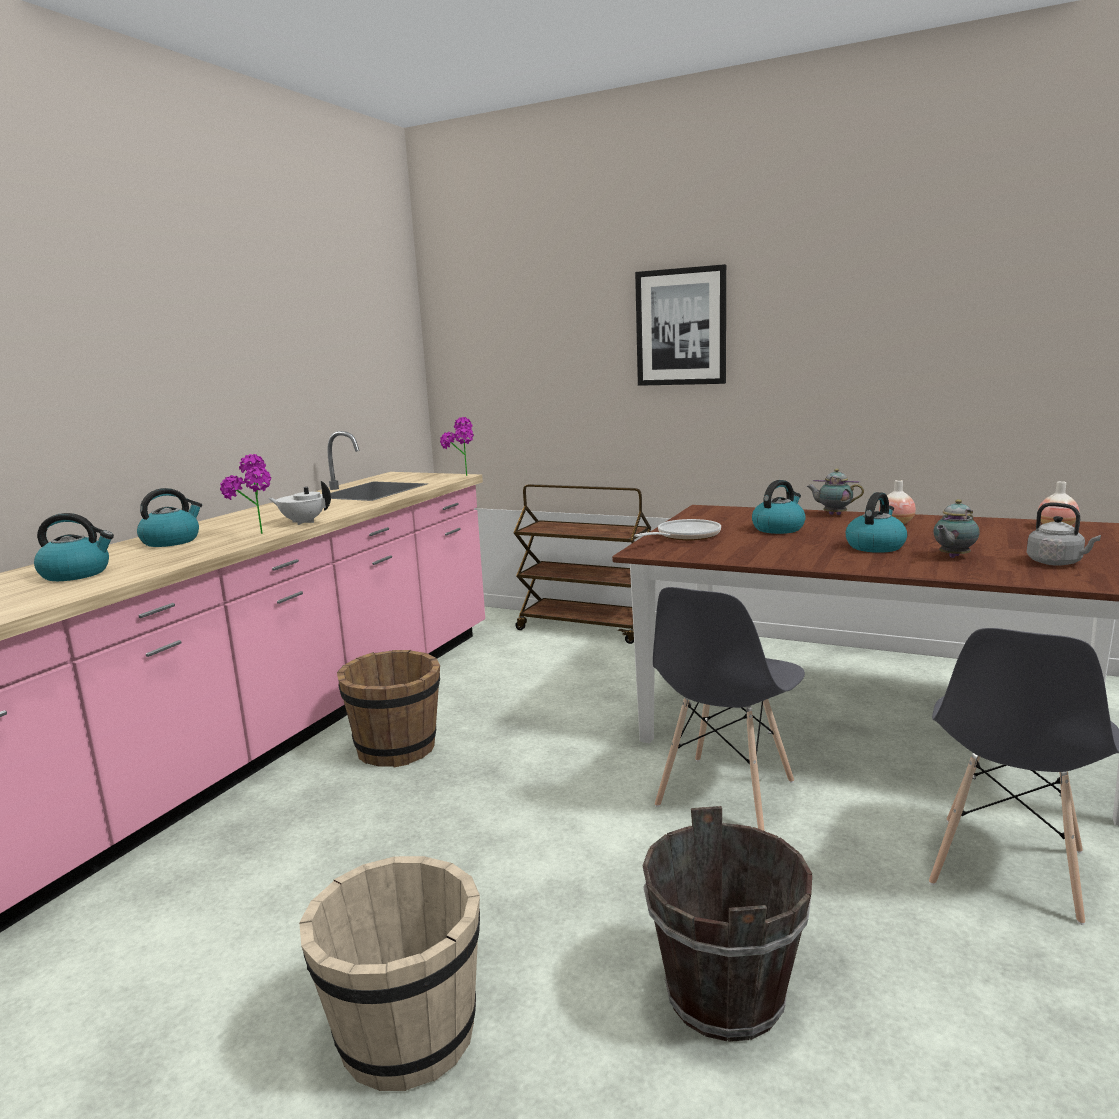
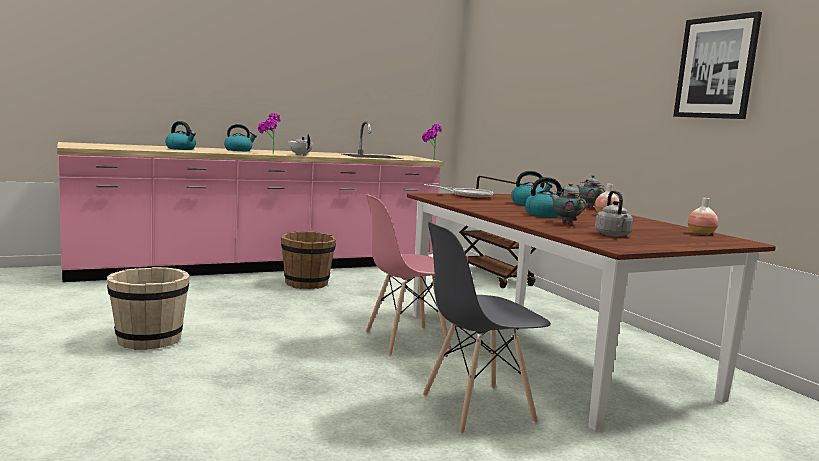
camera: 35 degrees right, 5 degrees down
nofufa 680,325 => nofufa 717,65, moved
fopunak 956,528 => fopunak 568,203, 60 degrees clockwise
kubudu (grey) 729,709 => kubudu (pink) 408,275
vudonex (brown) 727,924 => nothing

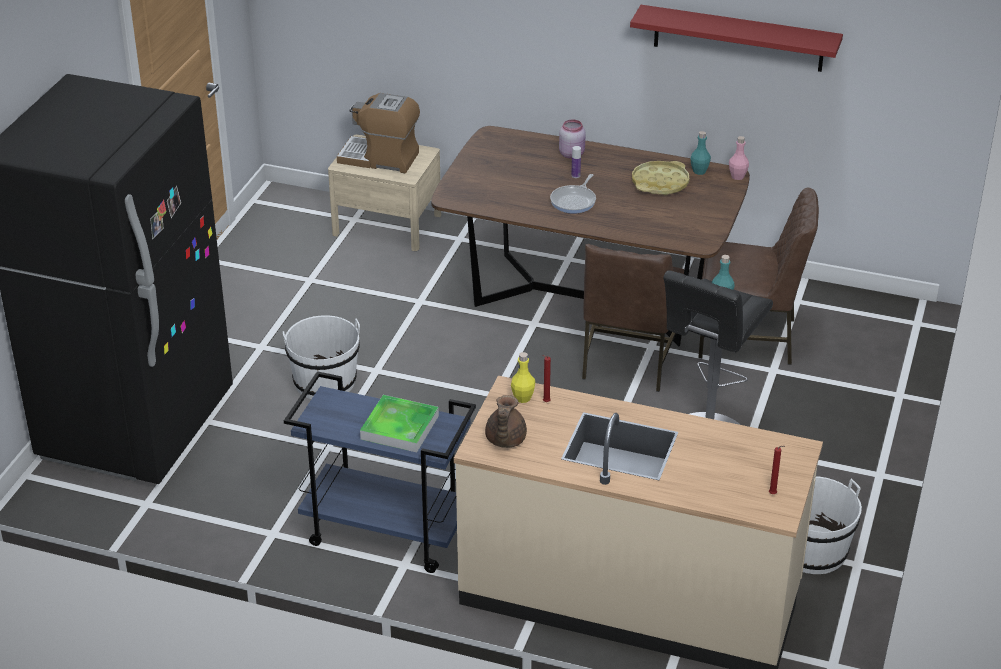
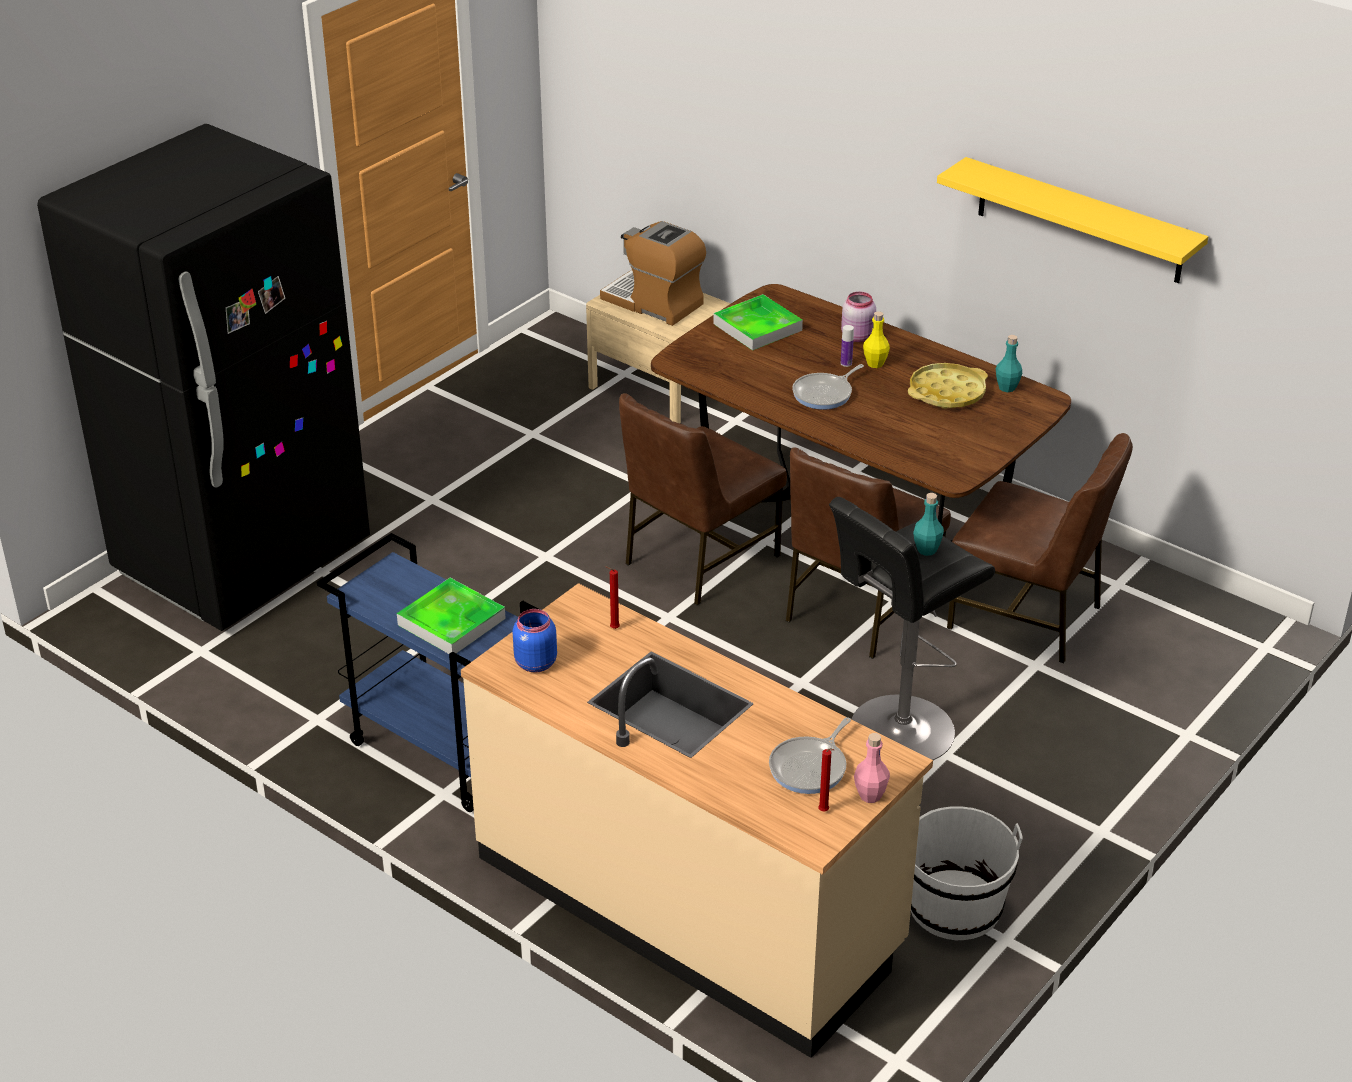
camera: 20 degrees right, 0 degrees up
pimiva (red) 736,38 => pimiva (yellow) 1072,220
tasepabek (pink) 739,158 => tasepabek (pink) 872,768, moved
vudonex (white) 321,357 => nothing
tasepabek (yellow) 523,377 => tasepabek (yellow) 876,339, moved
fopunak (brown) 506,421 => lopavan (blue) 535,641
nothing => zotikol 758,322
nothing => kubudu (brown) 703,499
nothing => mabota 810,755

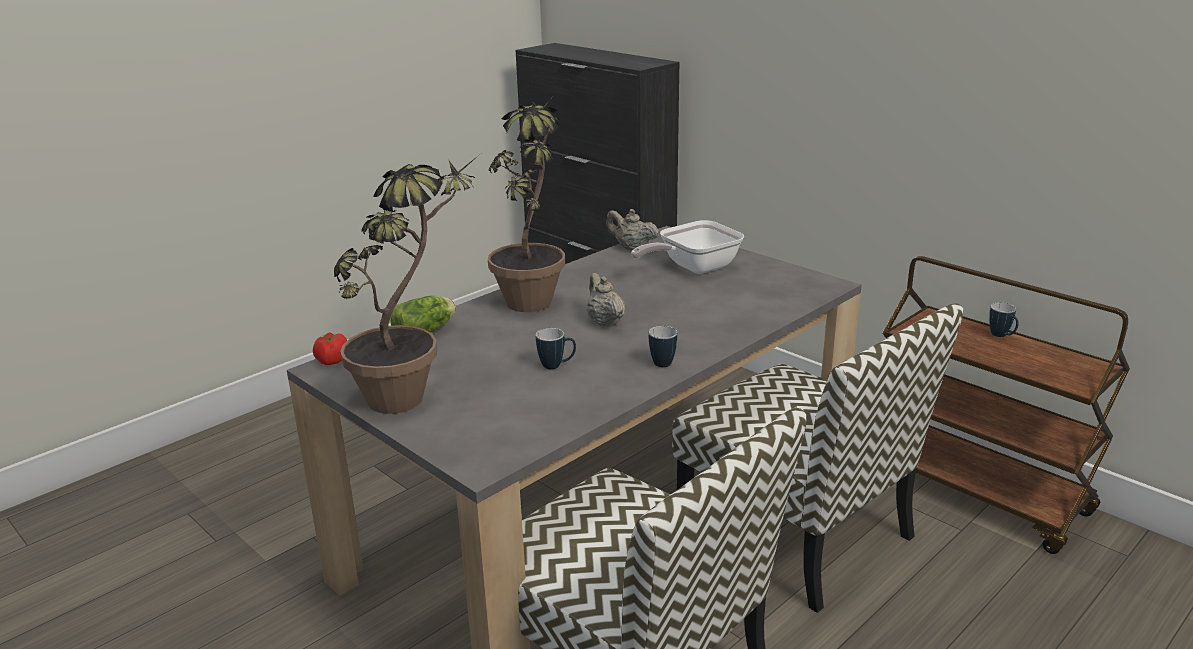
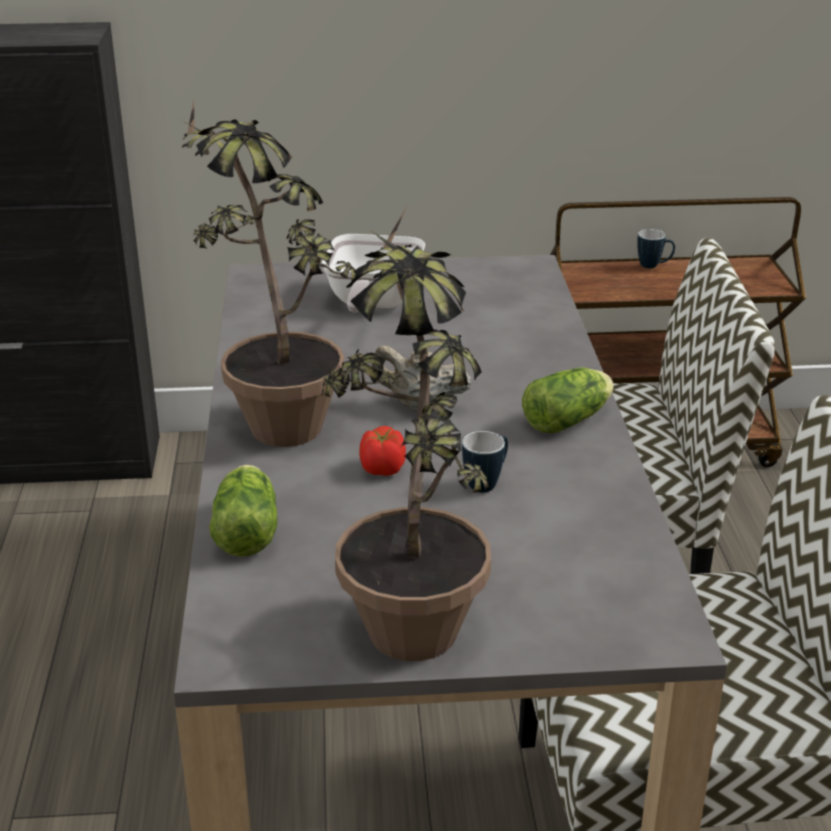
camera: 50 degrees left, 5 degrees up
fopunak (beige) 632,230 => nothing
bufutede 663,346 => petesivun 568,400
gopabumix 330,348 => gopabumix 382,451, moved

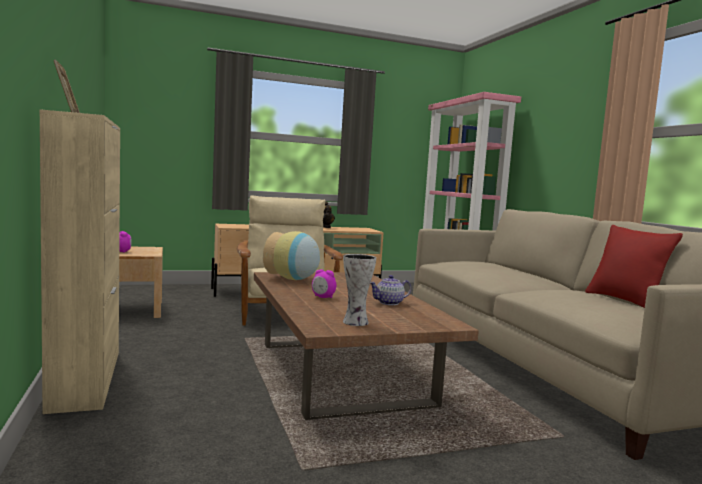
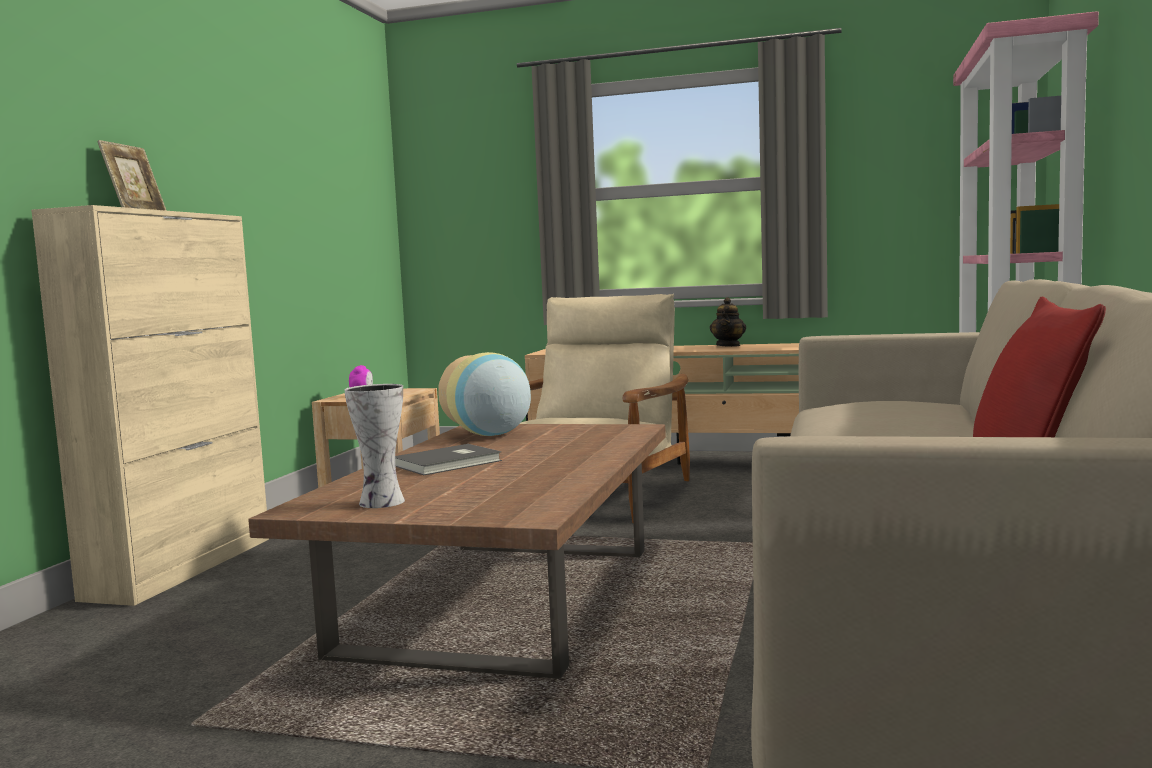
camera: 35 degrees right, 0 degrees up
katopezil 324,283 => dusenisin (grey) 448,459
fopunak 390,290 => nothing

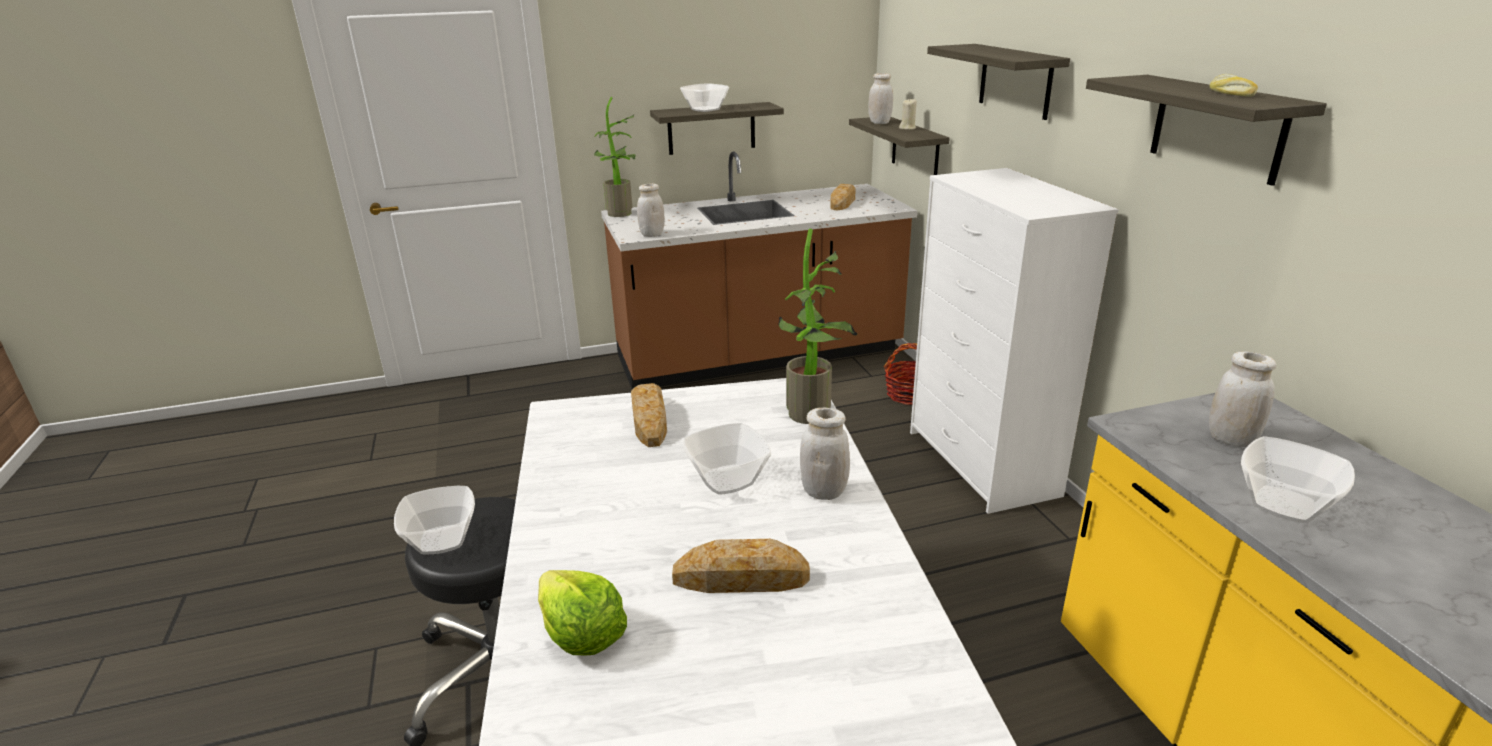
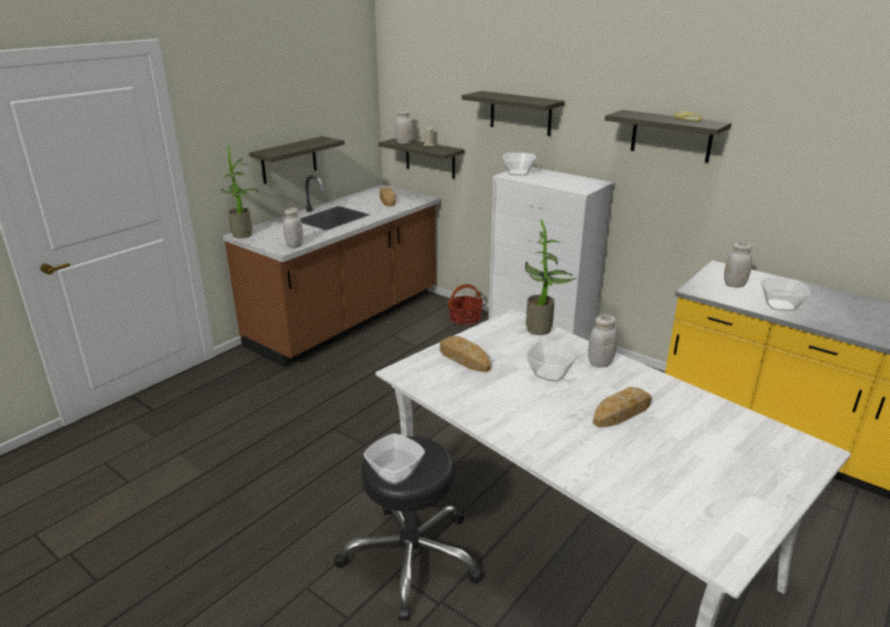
camera: 35 degrees left, 0 degrees up
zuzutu 704,97 => zuzutu 519,164, moved
petesivun 582,612 => nothing

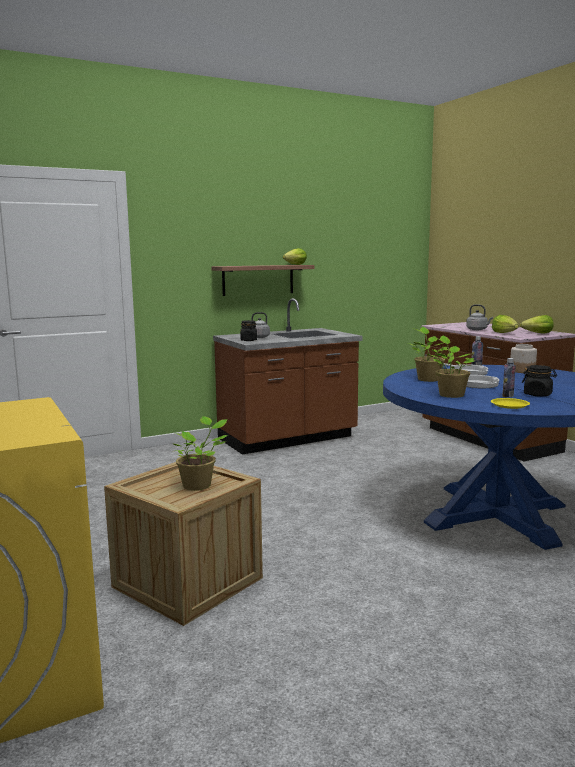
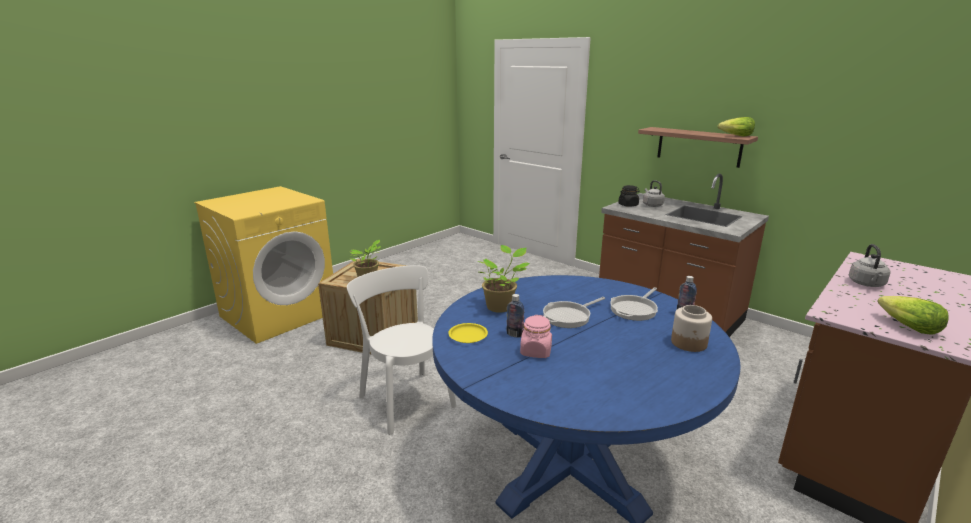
camera: 70 degrees right, 10 degrees up
petesivun 505,324 => nothing
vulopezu 428,354 => nothing
lopavan (black) 539,380 => lopavan (pink) 536,336
nothing => kubudu (white) 401,350

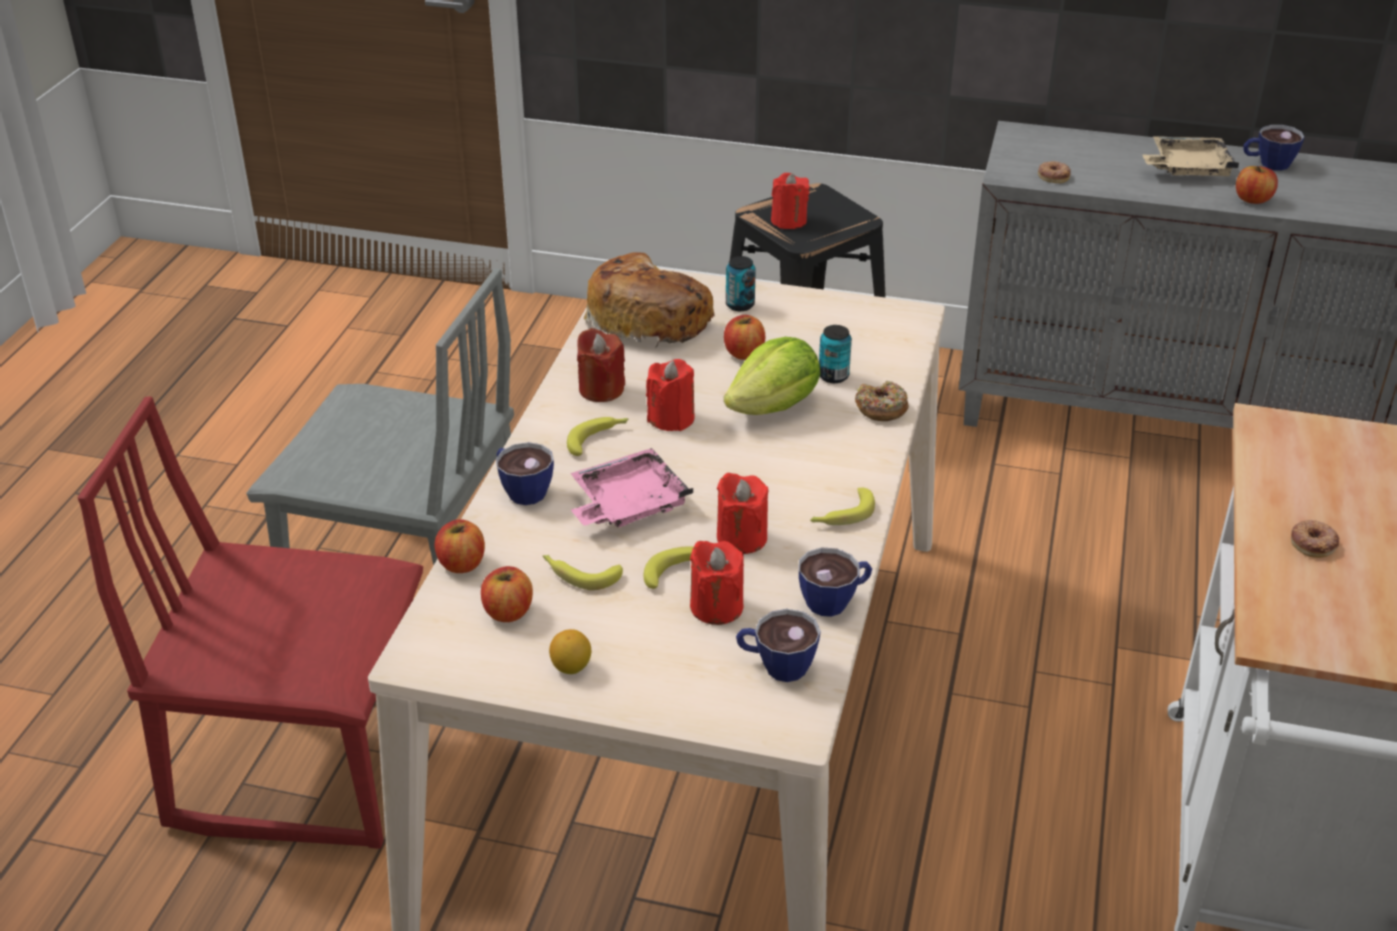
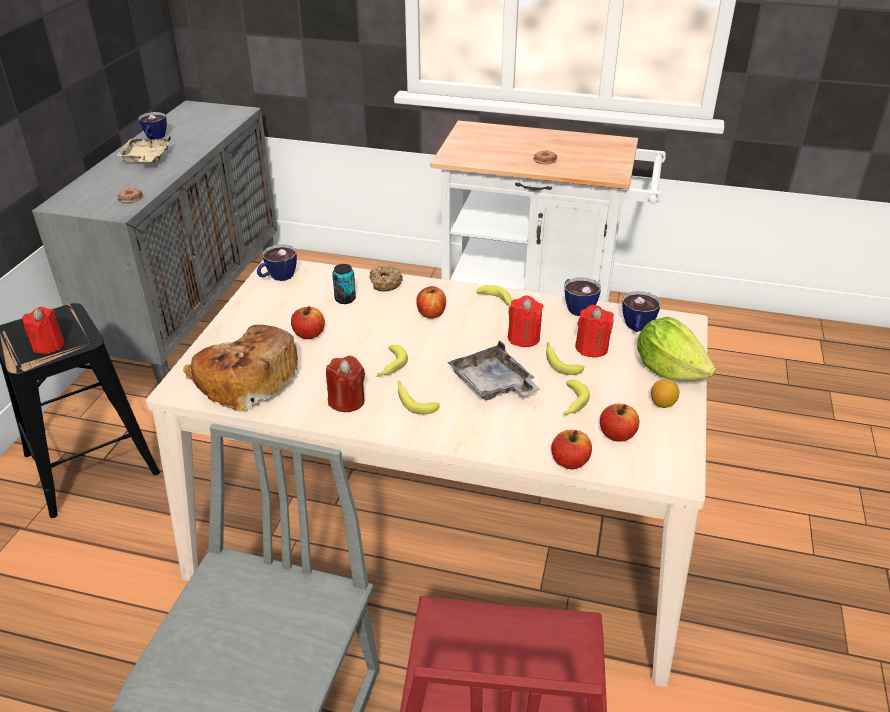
camera: 90 degrees left, 0 degrees up
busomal 1257,185 => busomal 431,302, moved
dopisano 741,283 => nothing
petesivun 772,376 => petesivun 676,349, moved
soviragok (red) 670,395 => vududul 392,361
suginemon 525,473 => suginemon 277,262, moved
zotikol (pink) 631,487 => zotikol (grey) 494,370

